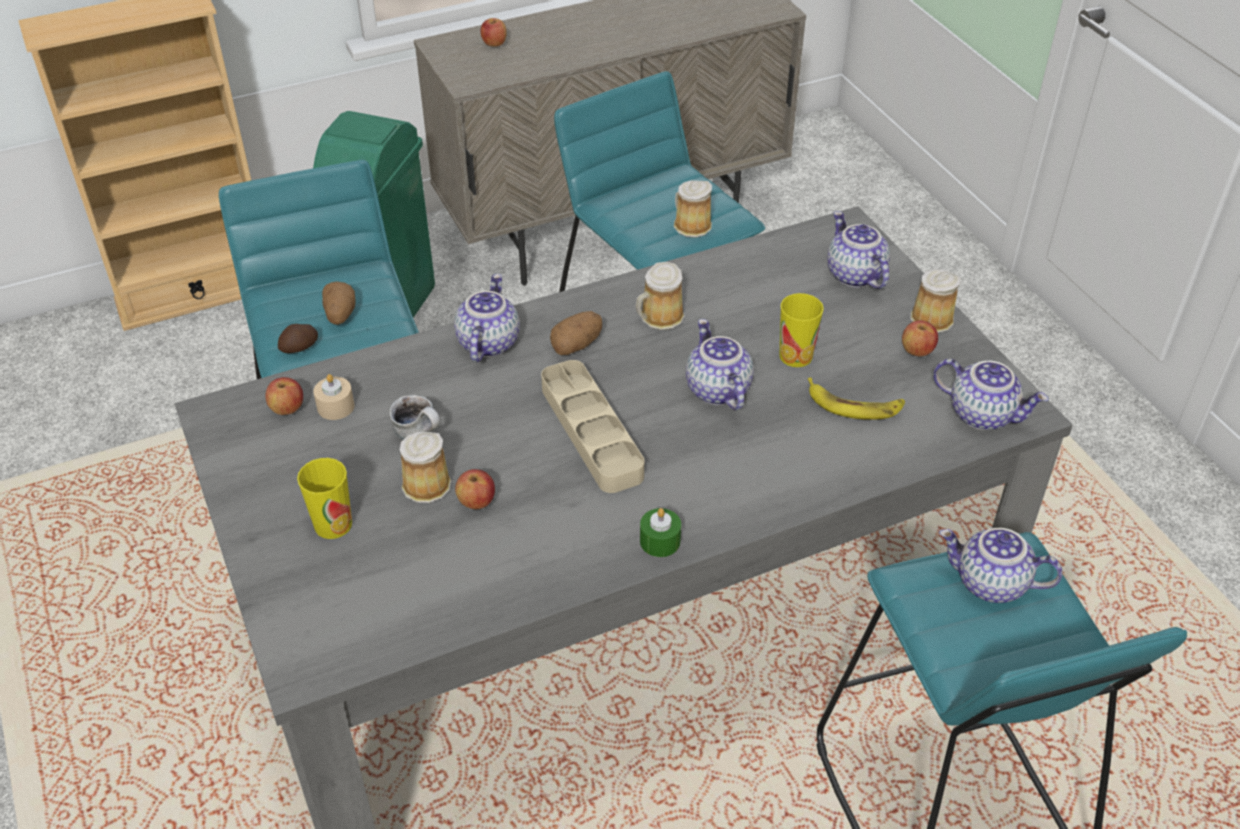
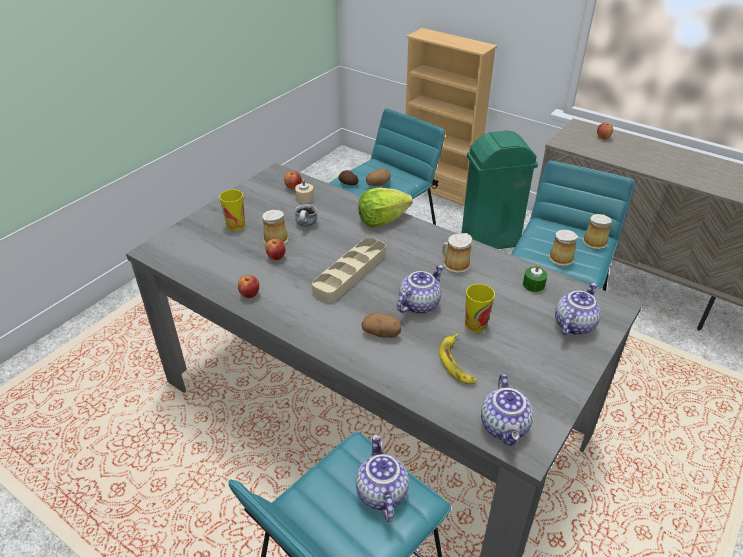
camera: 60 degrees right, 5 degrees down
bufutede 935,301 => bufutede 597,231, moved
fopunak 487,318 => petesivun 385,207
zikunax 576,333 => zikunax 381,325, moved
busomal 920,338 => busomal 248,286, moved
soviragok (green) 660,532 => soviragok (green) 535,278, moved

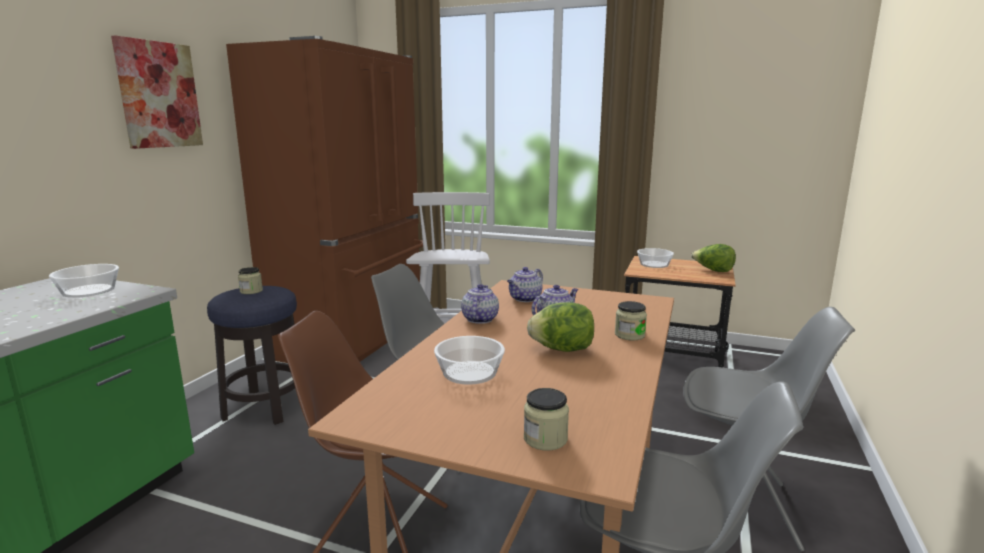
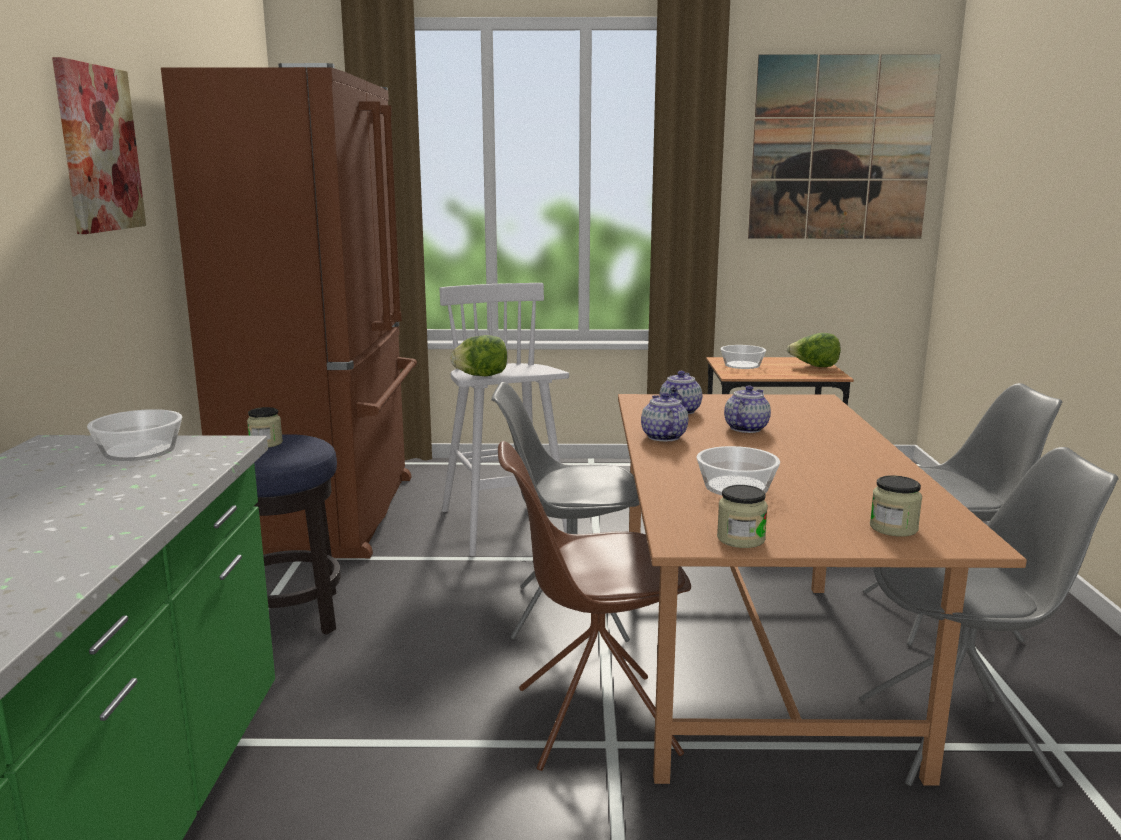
camera: 20 degrees left, 0 degrees up
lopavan 631,320 => lopavan 742,516, moved
petesivun 560,327 => petesivun 479,355, moved
nothing => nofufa 844,146

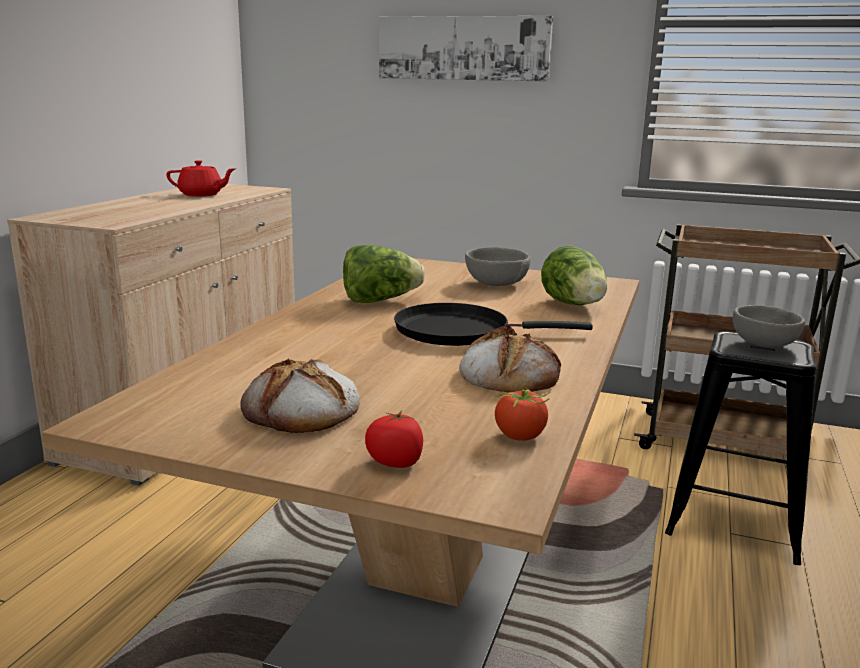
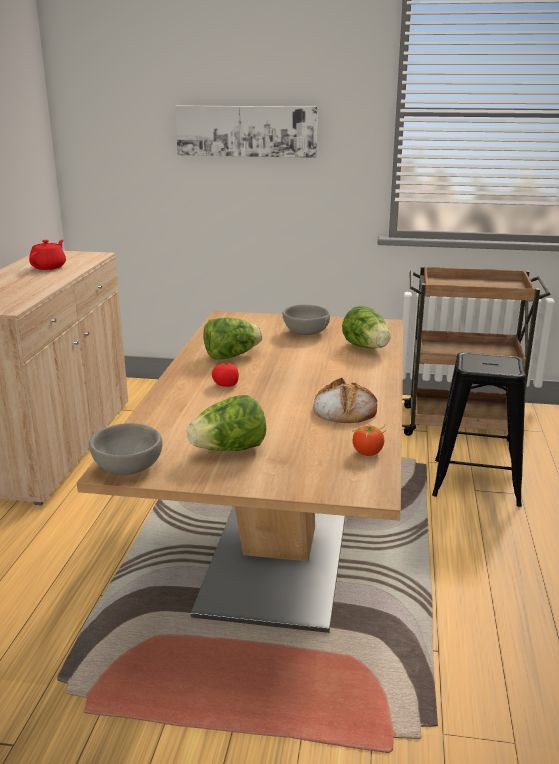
camera: 10 degrees left, 5 degrees up
fopunak (red) 201,178 => fopunak (red) 47,255, 60 degrees counterclockwise
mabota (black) 493,324 => nothing
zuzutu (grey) 769,326 => zuzutu (grey) 126,449, moved
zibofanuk 300,396 => petesivun 226,423
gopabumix 394,439 => gopabumix 225,374, moved

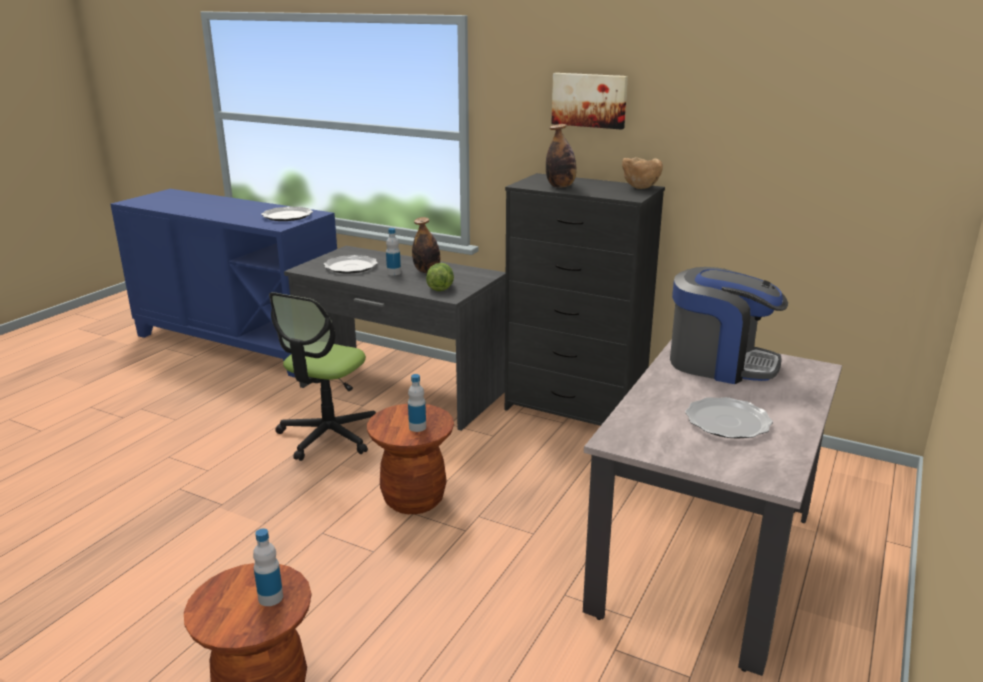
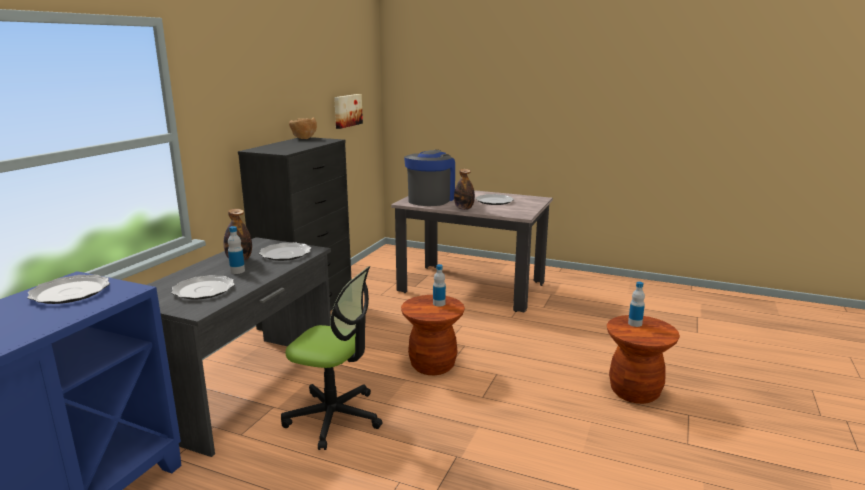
camera: 95 degrees left, 5 degrees down
nofufa 589,101 => nofufa 348,111, moved
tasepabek 561,155 => tasepabek 464,189, moved
petesivun 440,277 => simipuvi 285,251

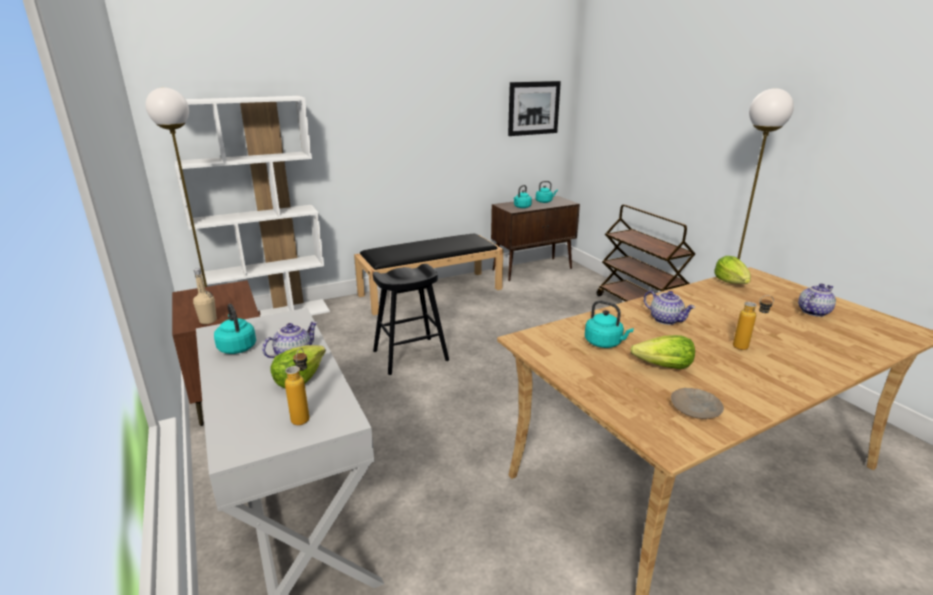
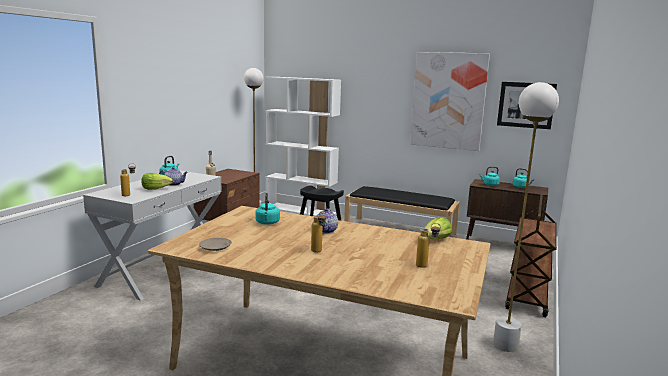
camera: 50 degrees right, 10 degrees down
fopunak 817,300 => tasepabek 428,245
petesivun 662,352 => nothing
nothing => nofufa 450,101

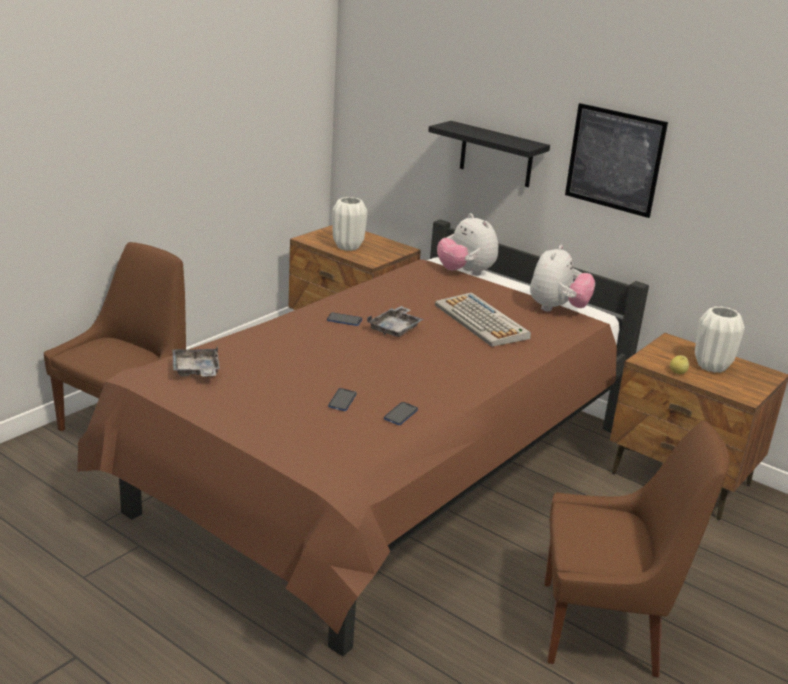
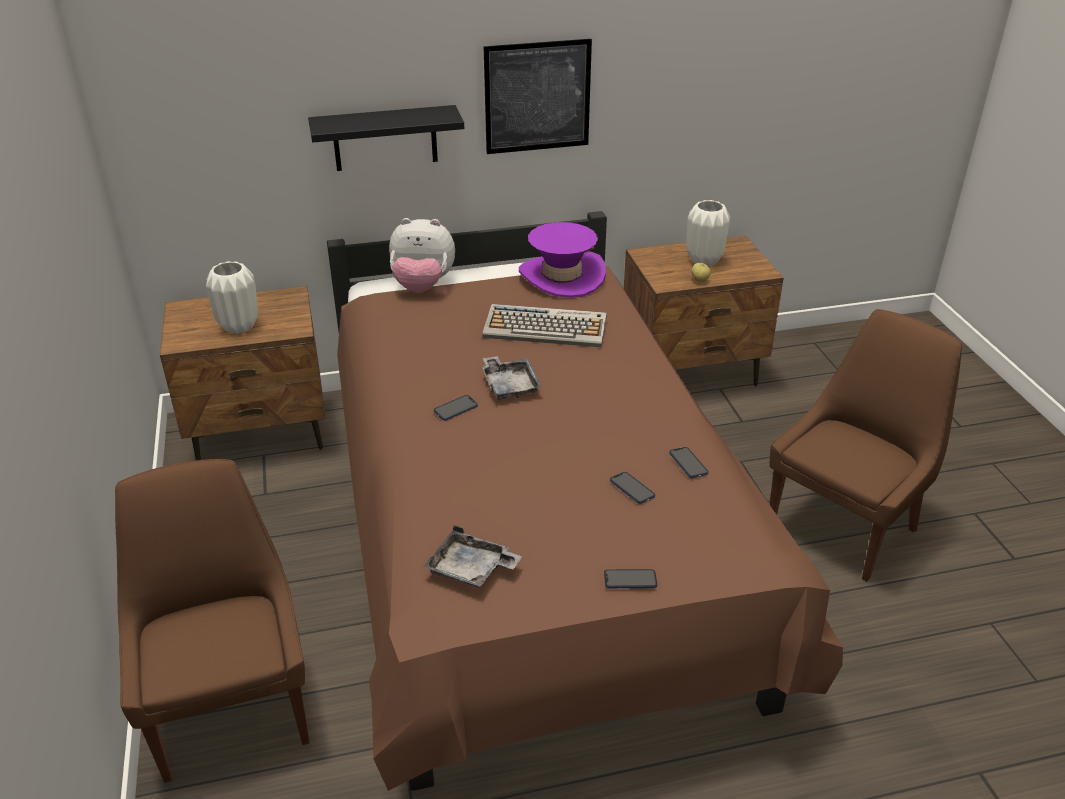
camera: 50 degrees left, 10 degrees up
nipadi 562,278 => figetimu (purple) 562,260
nothing => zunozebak 630,578

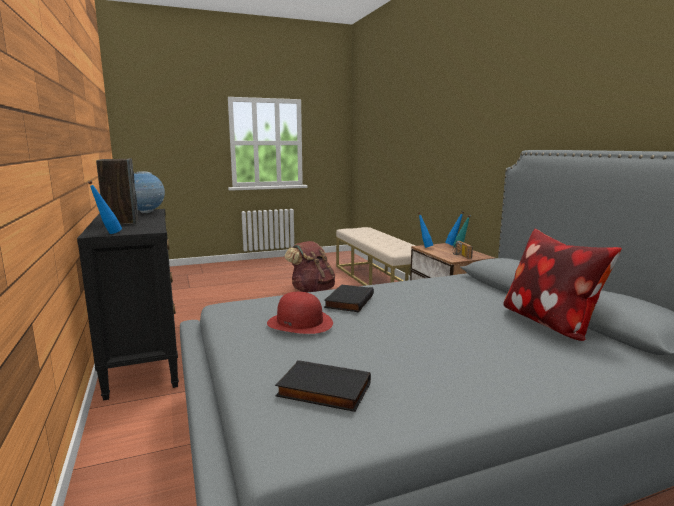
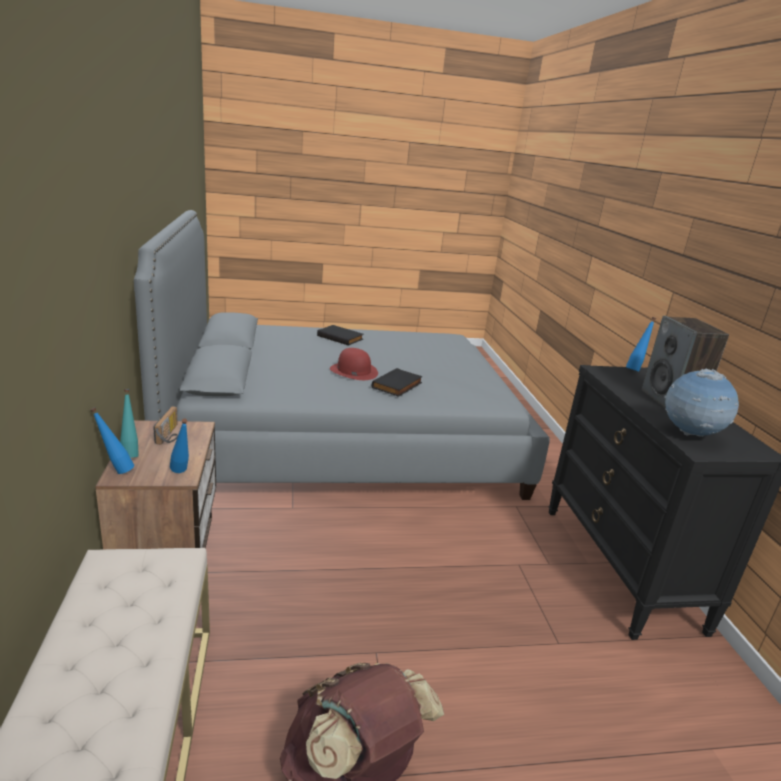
camera: 170 degrees left, 10 degrees up
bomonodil 562,285 => nothing
figetimu (red) 300,313 => figetimu (red) 354,364, moved
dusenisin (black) 323,386 => dusenisin (black) 340,335, moved

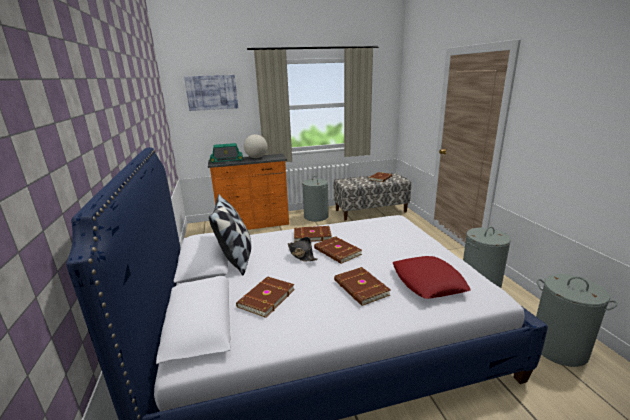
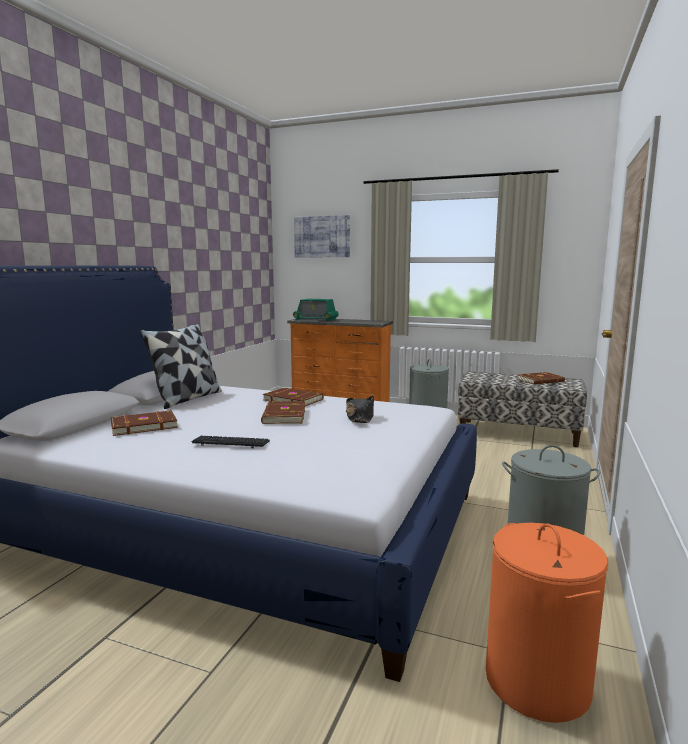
camera: 35 degrees right, 10 degrees down
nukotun 256,146 => nothing
figetimu (black) 303,249 => figetimu (black) 360,409, moved
bomonodil (red) 432,277 => nothing
dusenisin (brown) 362,286 => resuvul 231,442
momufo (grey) 577,320 => momufo (orange) 547,623

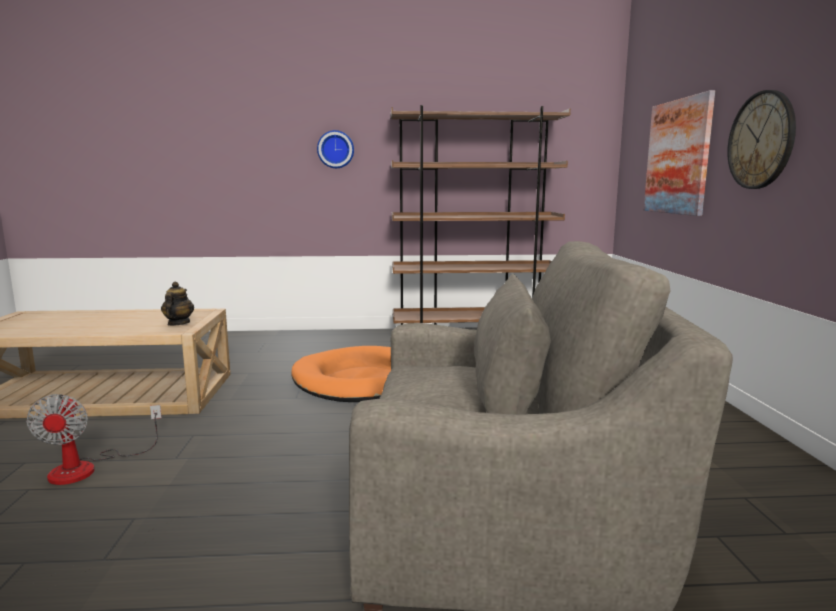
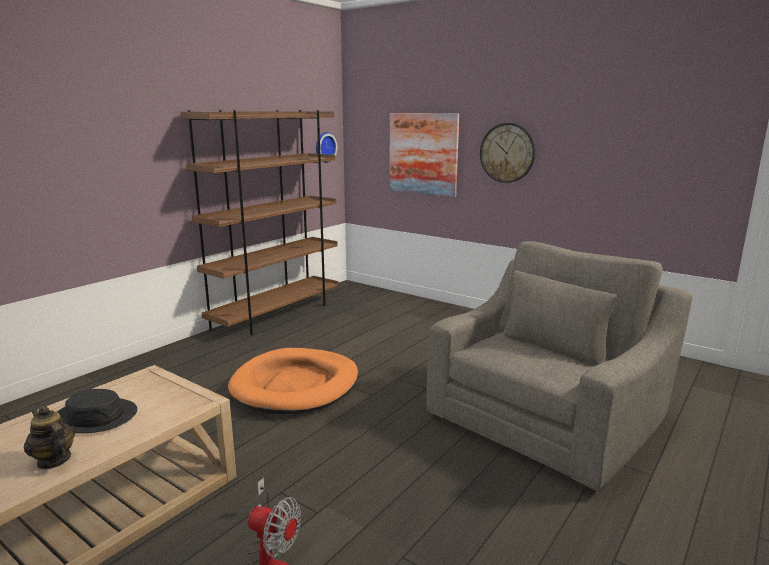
camera: 50 degrees left, 5 degrees up
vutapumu 335,149 => vutapumu 327,147, moved
fopunak 177,304 => fopunak 49,438, moved
nothing => figetimu (black) 97,411

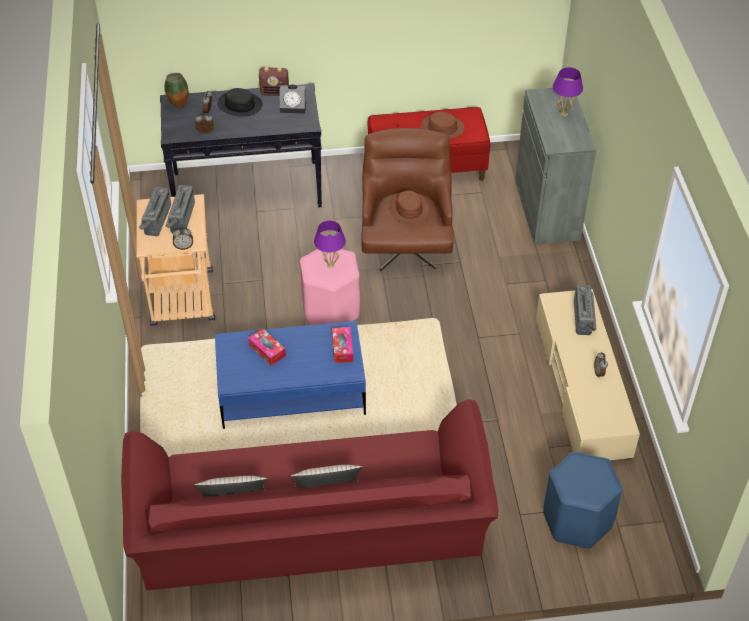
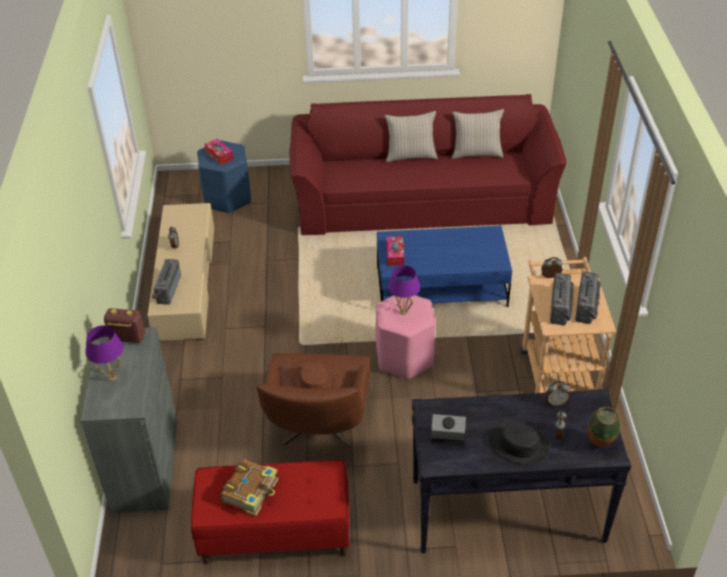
camera: 175 degrees left, 5 degrees down
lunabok 274,81 => lunabok 124,325, moved
figetimu (brown) 443,125 => dusenisin 249,487
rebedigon 267,347 => rebedigon 219,152, moved

